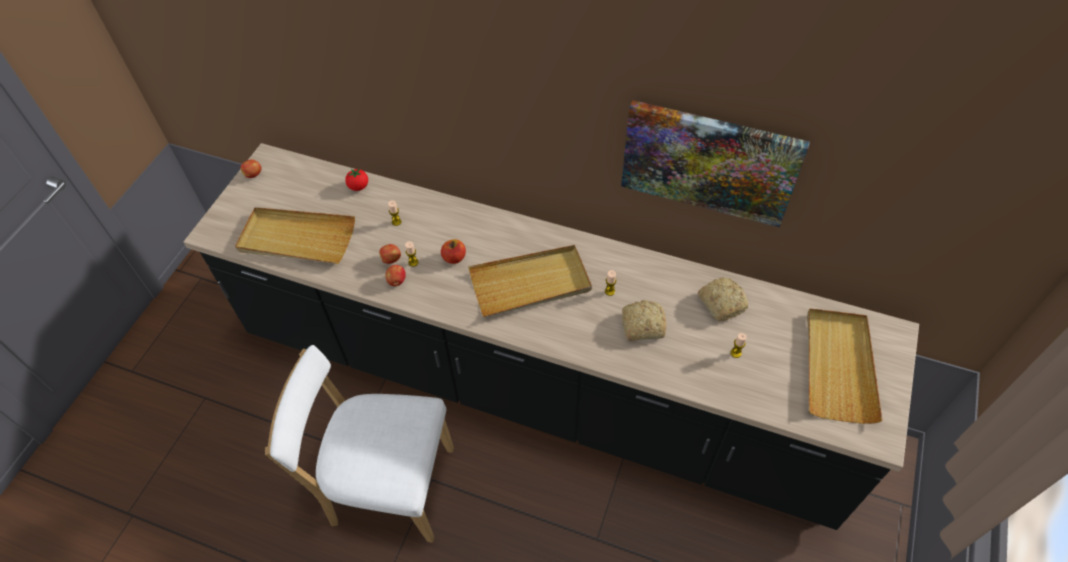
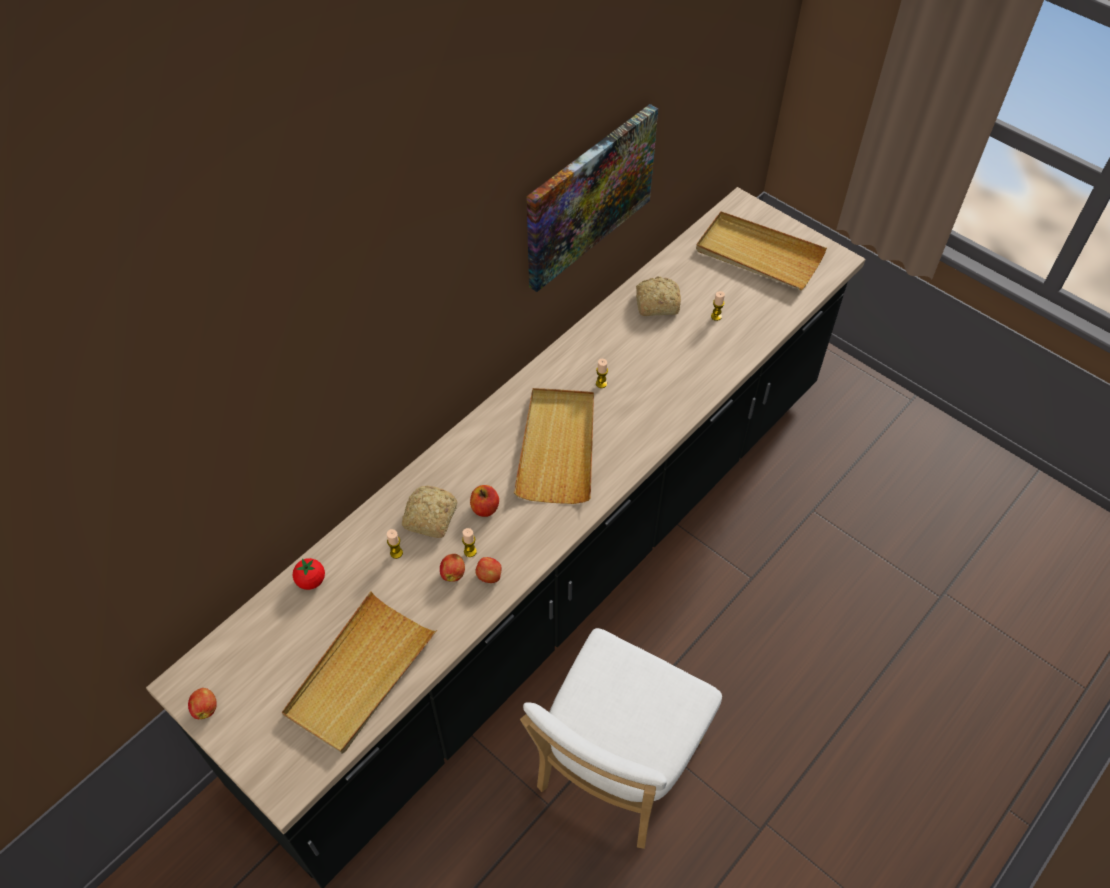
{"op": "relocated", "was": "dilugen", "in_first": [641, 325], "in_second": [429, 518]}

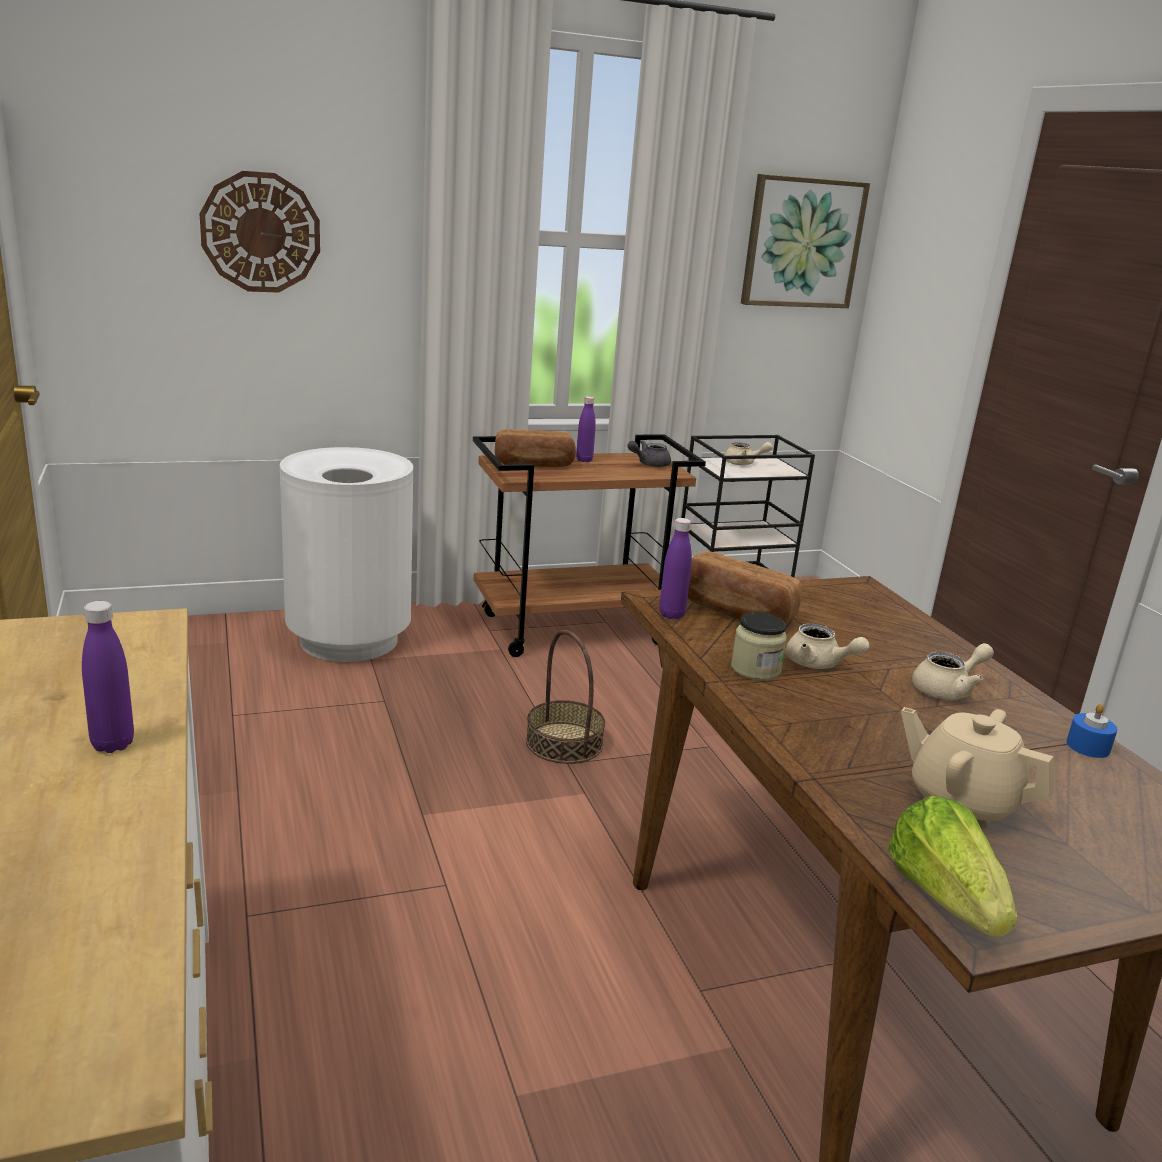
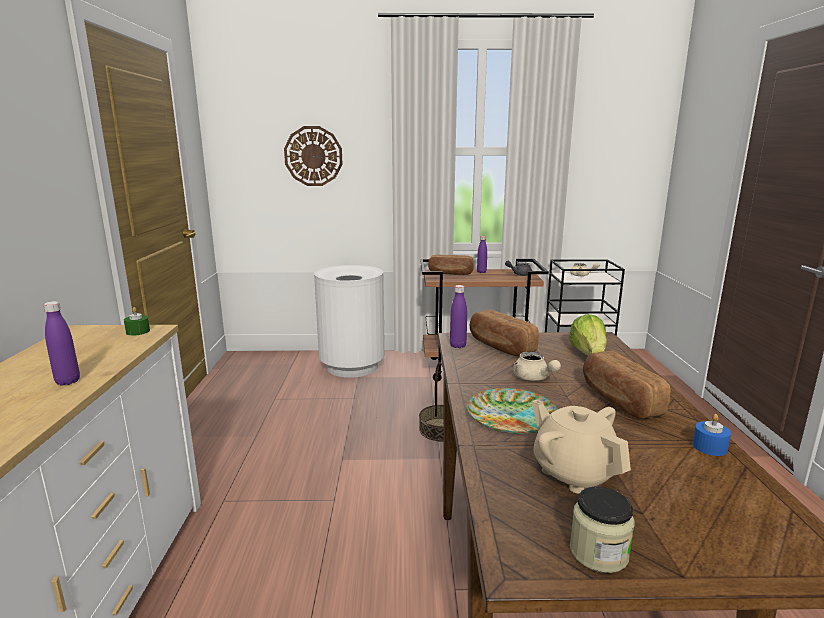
{"op": "relocated", "was": "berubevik", "in_first": [755, 669], "in_second": [598, 552]}
{"op": "missing", "was": "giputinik", "in_first": [802, 243]}
{"op": "relocated", "was": "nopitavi", "in_first": [944, 898], "in_second": [588, 354]}
{"op": "exchanged", "was": "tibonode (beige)", "now": "dilugen", "in_first": [948, 689], "in_second": [619, 400]}
{"op": "appeared", "now": "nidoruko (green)", "in_second": [138, 331]}
{"op": "appeared", "now": "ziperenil", "in_second": [511, 416]}

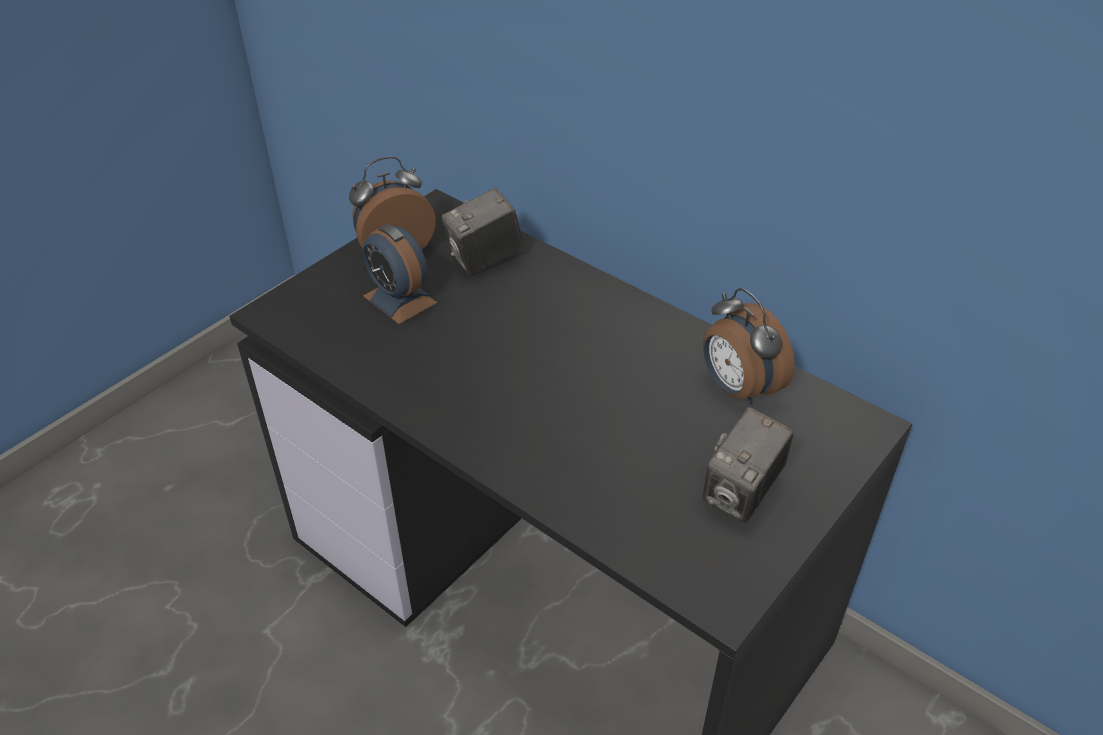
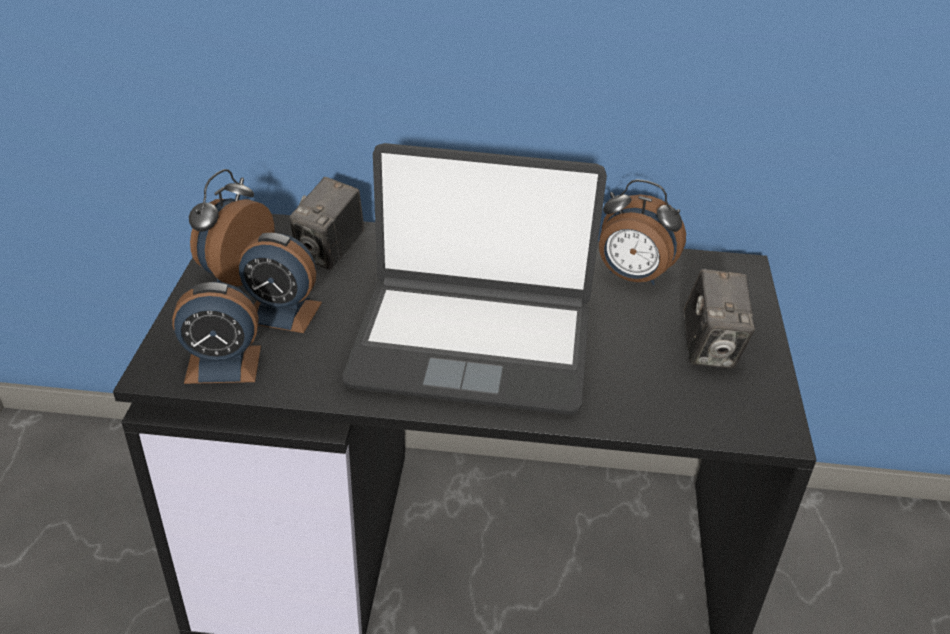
{"op": "appeared", "now": "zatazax", "in_second": [223, 364]}
{"op": "appeared", "now": "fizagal", "in_second": [472, 344]}

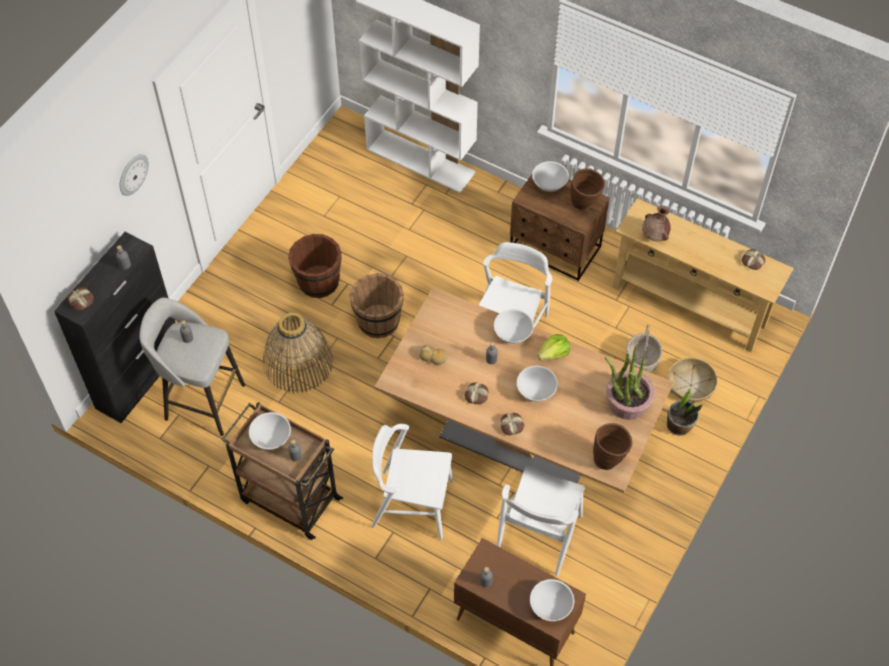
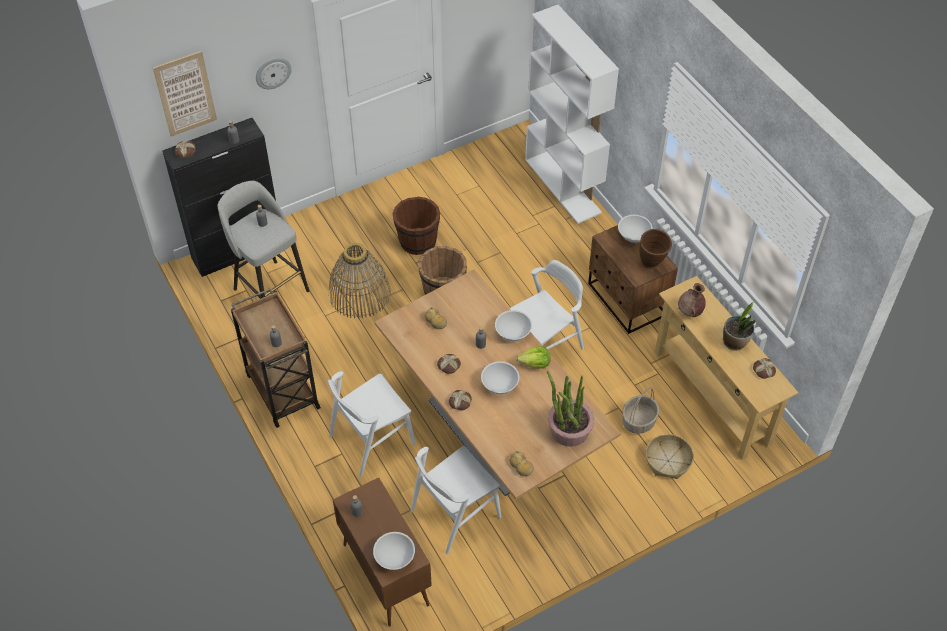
{"op": "missing", "was": "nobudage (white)", "in_first": [271, 438]}
{"op": "spun", "was": "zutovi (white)", "in_first": [412, 504], "in_second": [371, 440], "clockwise": -75}
{"op": "exchanged", "was": "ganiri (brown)", "now": "dilugen", "in_first": [609, 459], "in_second": [521, 466]}
{"op": "relocated", "was": "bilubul", "in_first": [679, 426], "in_second": [735, 342]}
{"op": "appeared", "now": "giputinik", "in_second": [185, 94]}

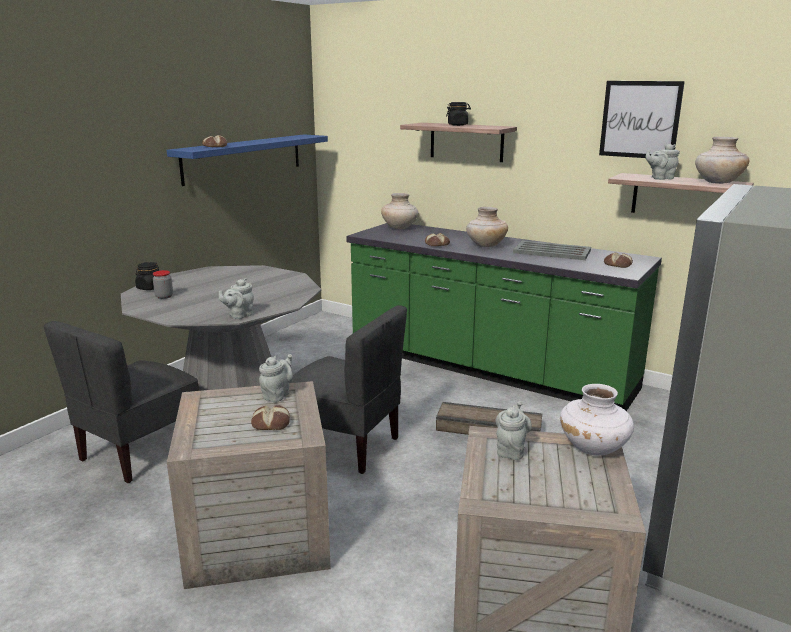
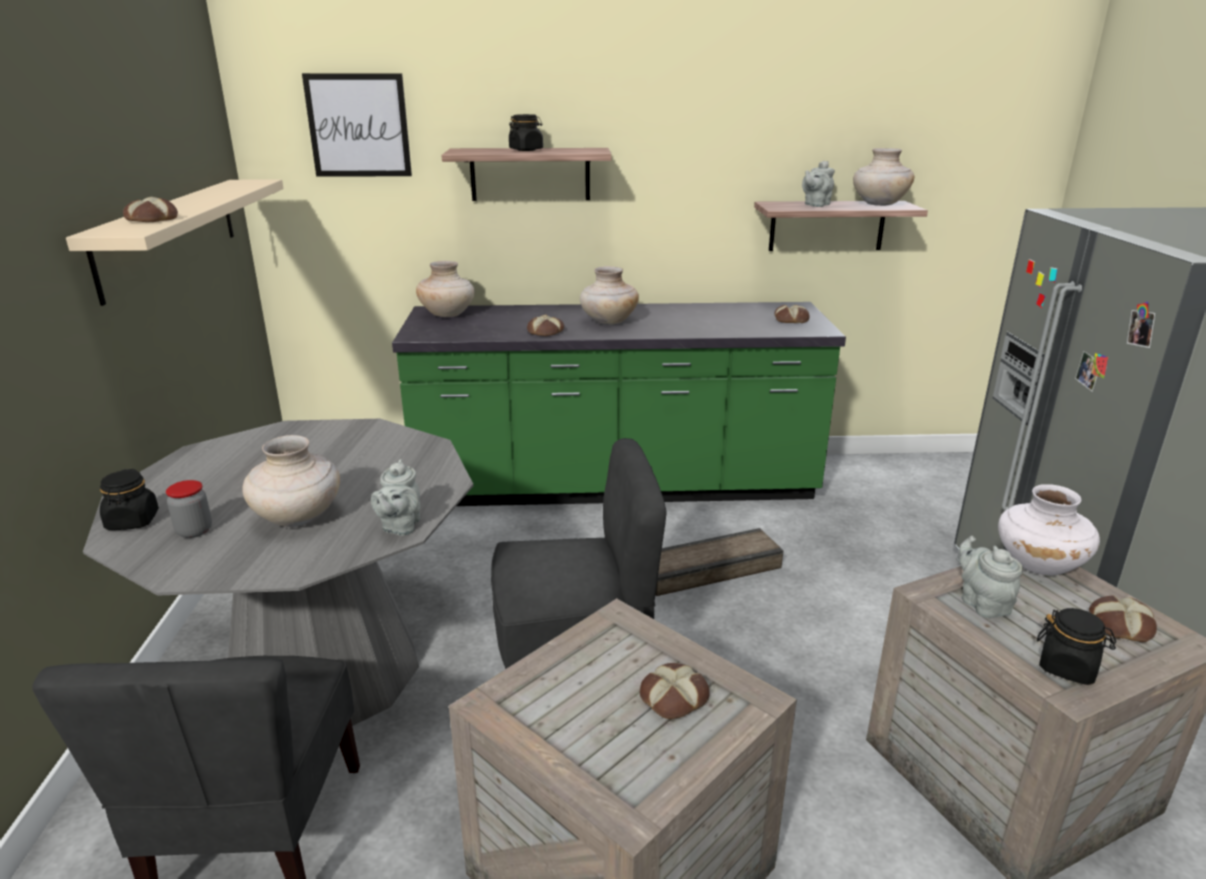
{"op": "colour", "was": "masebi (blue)", "now": "masebi (beige)", "in_first": [244, 158], "in_second": [170, 234]}
{"op": "missing", "was": "tibonode (grey)", "in_first": [277, 395]}
{"op": "missing", "was": "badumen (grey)", "in_first": [551, 251]}
{"op": "relocated", "was": "giputinik", "in_first": [640, 119], "in_second": [358, 126]}
{"op": "appeared", "now": "ganiri (beige)", "in_second": [298, 518]}
{"op": "appeared", "now": "berubevik (black)", "in_second": [1067, 667]}
{"op": "appeared", "now": "dilugen", "in_second": [1119, 625]}

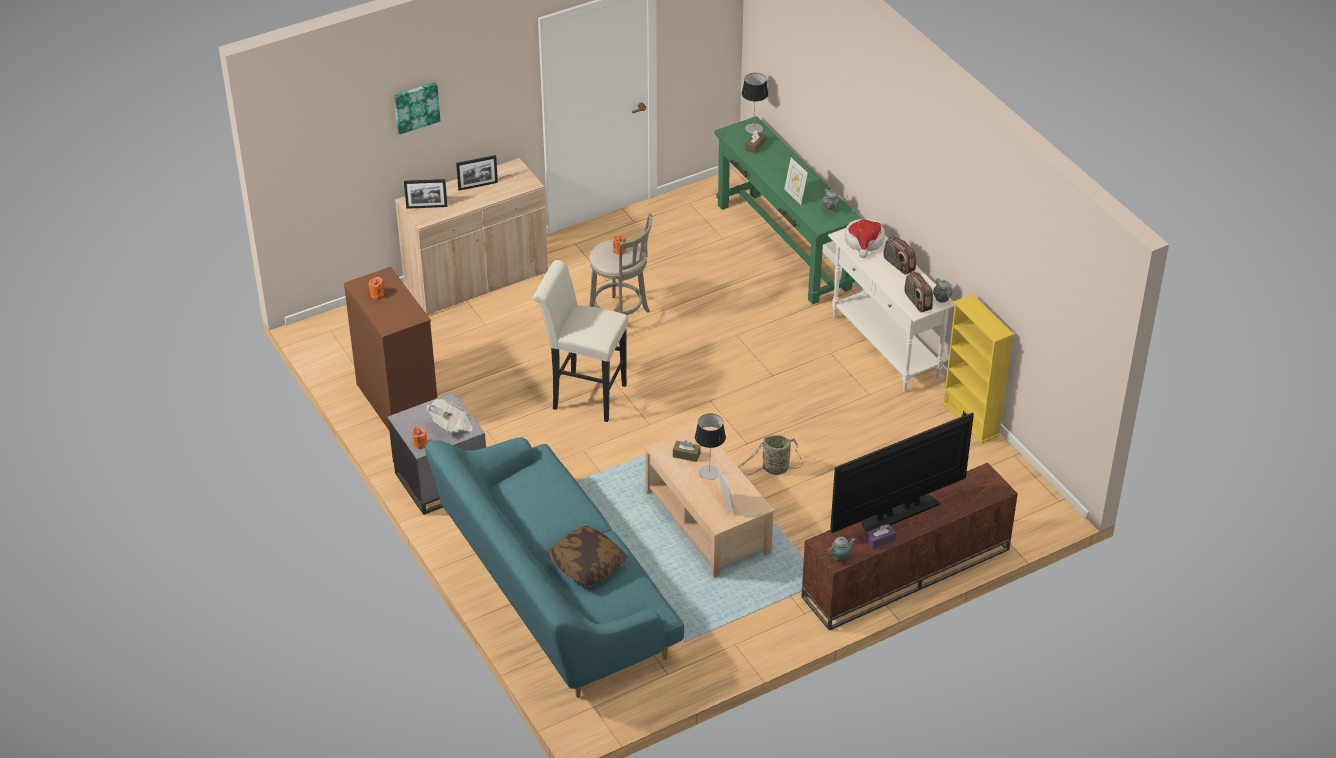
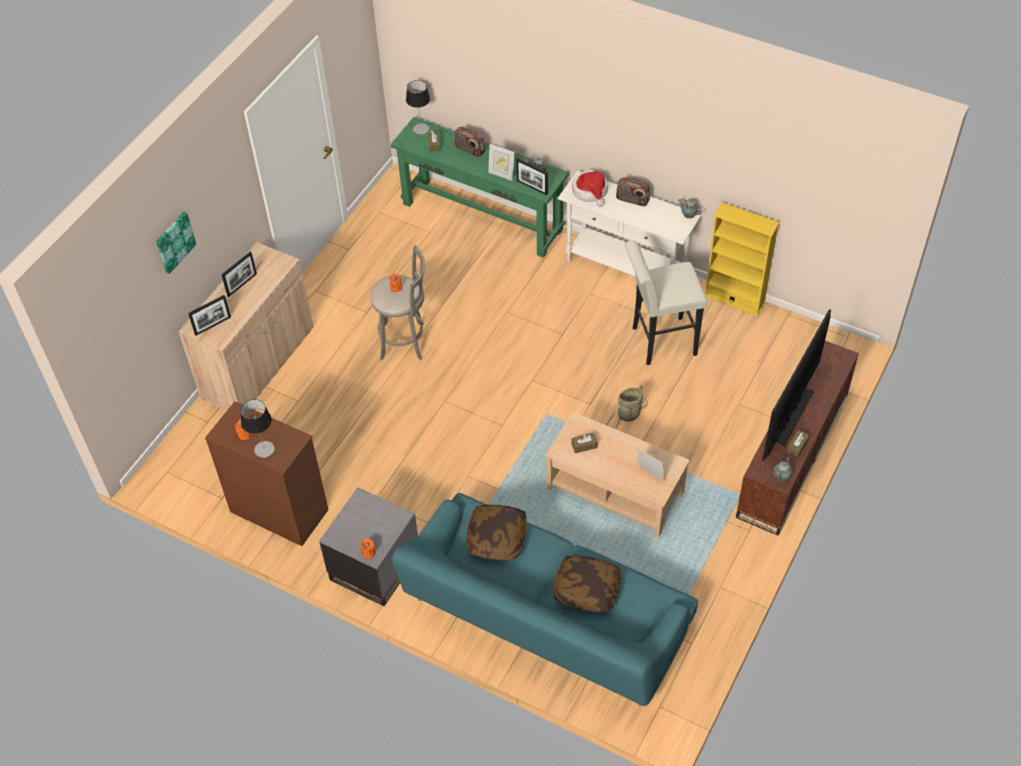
{"op": "missing", "was": "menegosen", "in_first": [451, 425]}
{"op": "relocated", "was": "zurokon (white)", "in_first": [583, 395], "in_second": [659, 342]}
{"op": "relocated", "was": "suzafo", "in_first": [709, 472], "in_second": [264, 449]}
{"op": "colour", "was": "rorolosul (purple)", "now": "rorolosul (brown)", "in_first": [880, 540], "in_second": [797, 446]}
{"op": "relocated", "was": "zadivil", "in_first": [917, 301], "in_second": [470, 150]}
{"op": "appeared", "now": "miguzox", "in_second": [497, 538]}
{"op": "appeared", "now": "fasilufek", "in_second": [532, 187]}

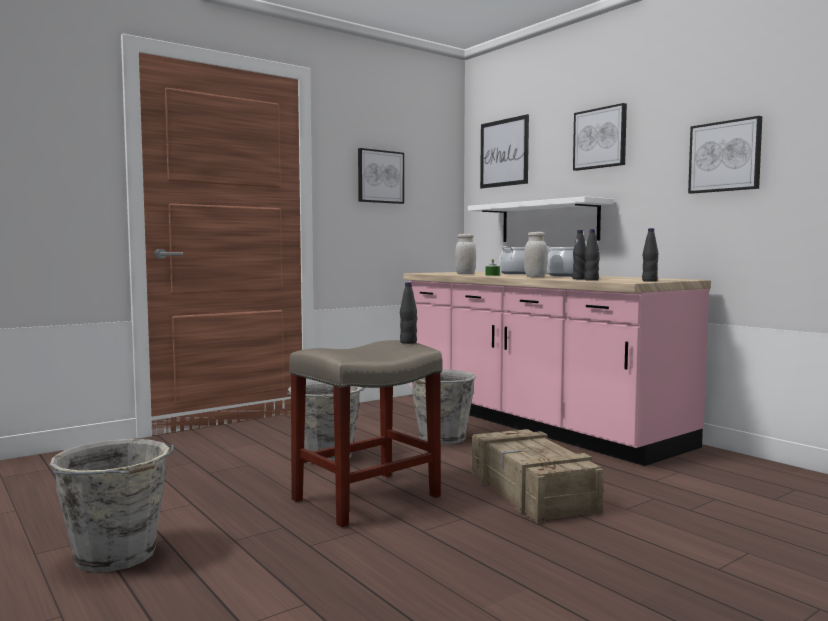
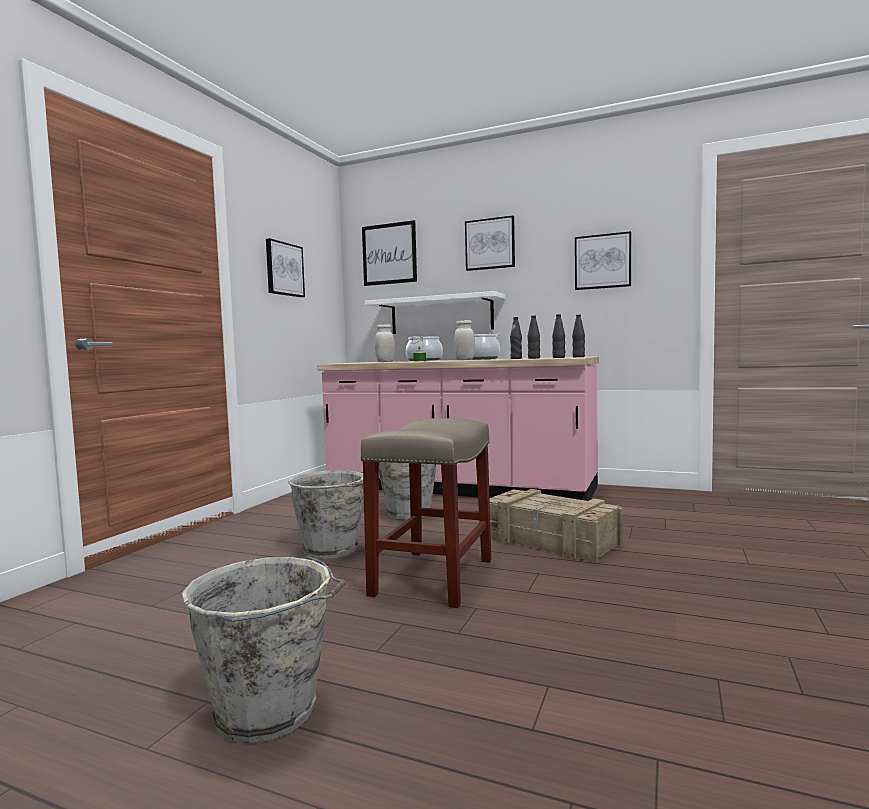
{"op": "relocated", "was": "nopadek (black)", "in_first": [408, 342], "in_second": [558, 358]}

